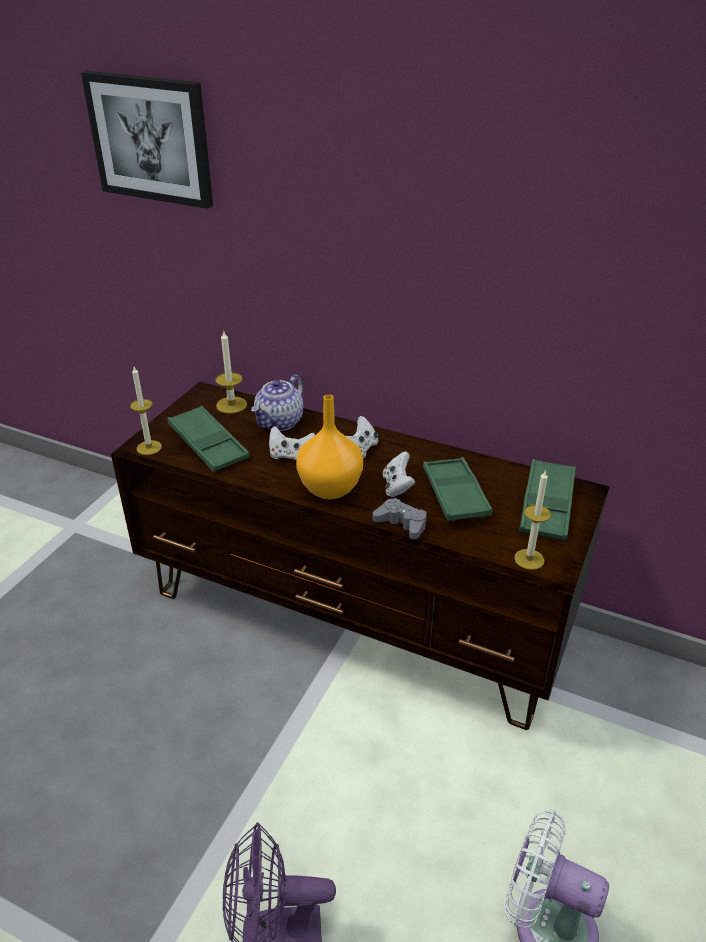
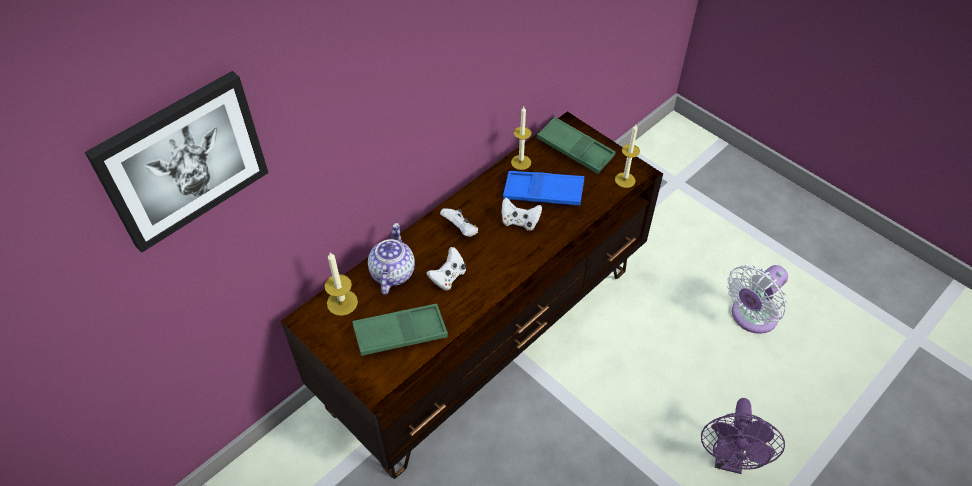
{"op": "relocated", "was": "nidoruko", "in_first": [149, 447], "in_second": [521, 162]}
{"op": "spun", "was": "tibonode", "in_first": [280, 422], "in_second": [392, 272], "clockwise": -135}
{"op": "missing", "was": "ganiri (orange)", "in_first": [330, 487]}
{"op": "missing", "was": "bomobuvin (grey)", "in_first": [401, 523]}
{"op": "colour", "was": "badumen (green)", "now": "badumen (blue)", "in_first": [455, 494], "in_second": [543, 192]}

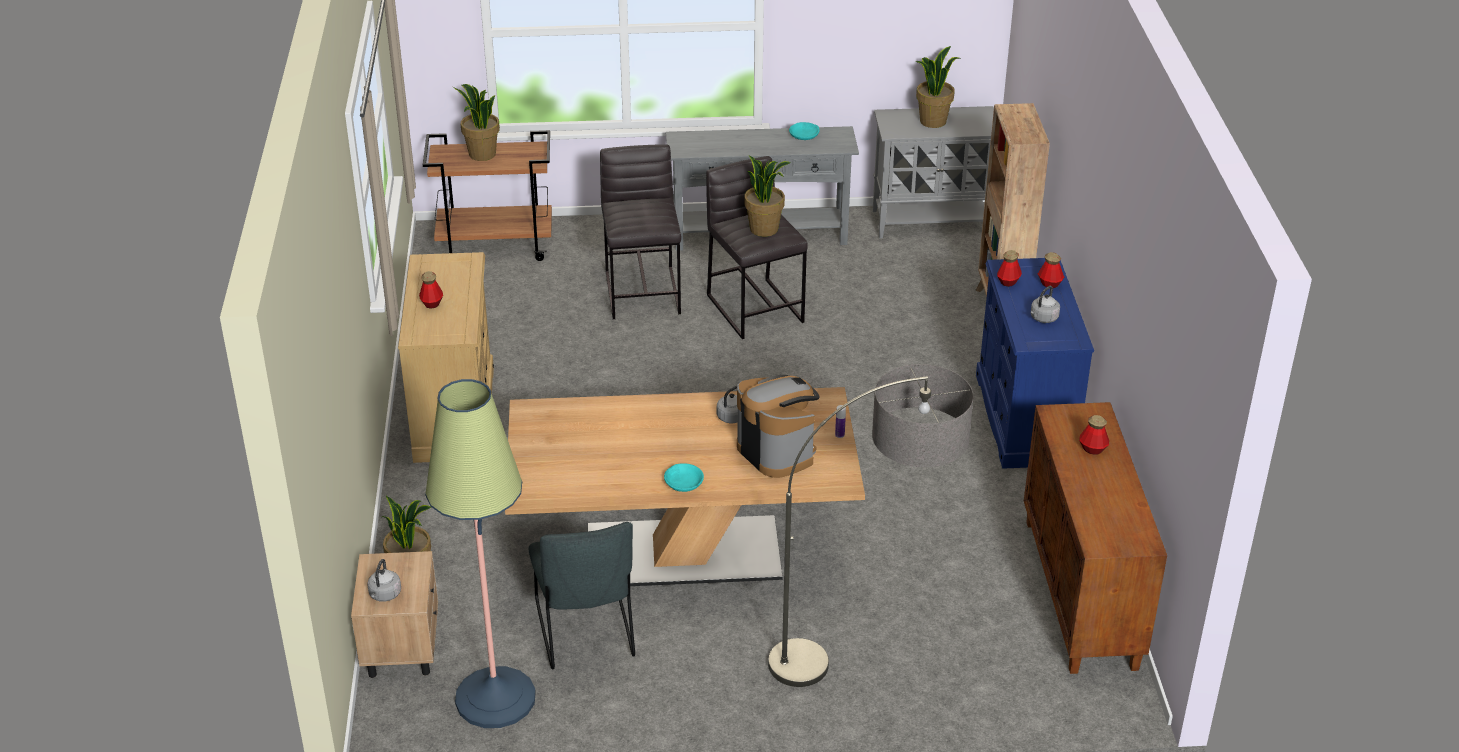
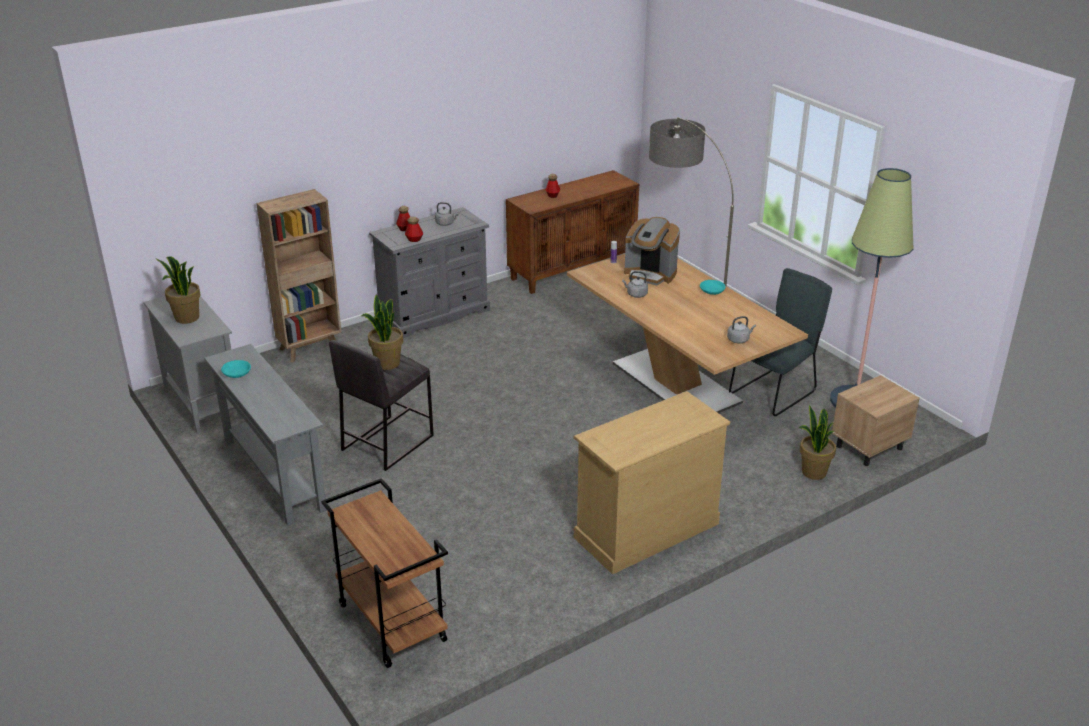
{"op": "relocated", "was": "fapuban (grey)", "in_first": [384, 595], "in_second": [739, 339]}
{"op": "missing", "was": "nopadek", "in_first": [432, 303]}
{"op": "missing", "was": "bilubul", "in_first": [482, 154]}
{"op": "missing", "was": "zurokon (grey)", "in_first": [643, 292]}
{"op": "spun", "was": "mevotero", "in_first": [776, 451], "in_second": [650, 274], "clockwise": -90}
{"op": "colour", "was": "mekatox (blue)", "now": "mekatox (grey)", "in_first": [1024, 419], "in_second": [434, 314]}

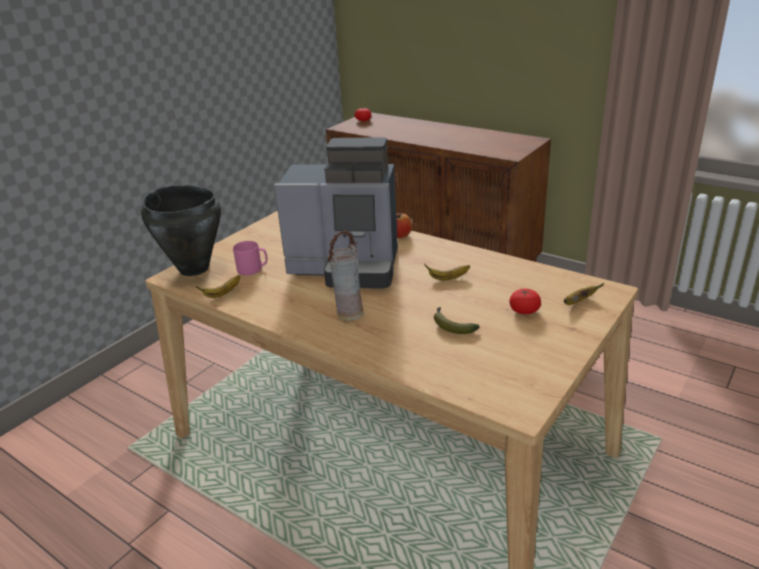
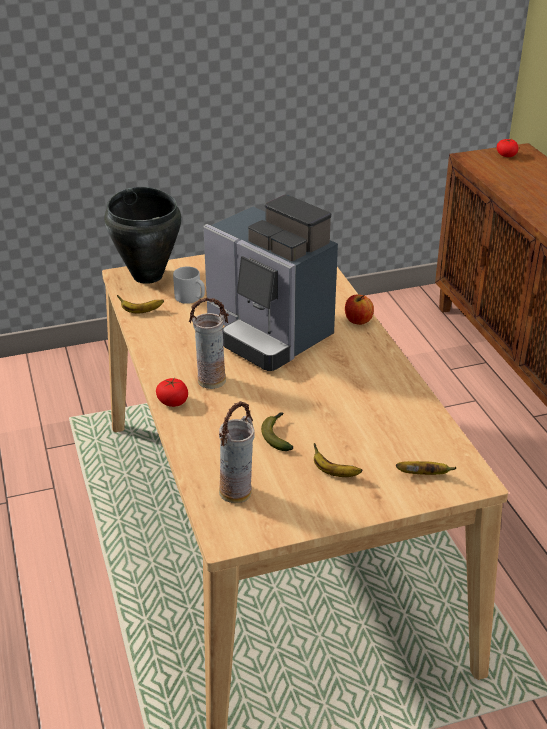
{"op": "colour", "was": "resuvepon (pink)", "now": "resuvepon (grey)", "in_first": [253, 269], "in_second": [190, 298]}
{"op": "relocated", "was": "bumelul", "in_first": [448, 278], "in_second": [334, 473]}
{"op": "relocated", "was": "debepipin", "in_first": [524, 310], "in_second": [173, 401]}
{"op": "appeared", "now": "ganiri", "in_second": [237, 493]}

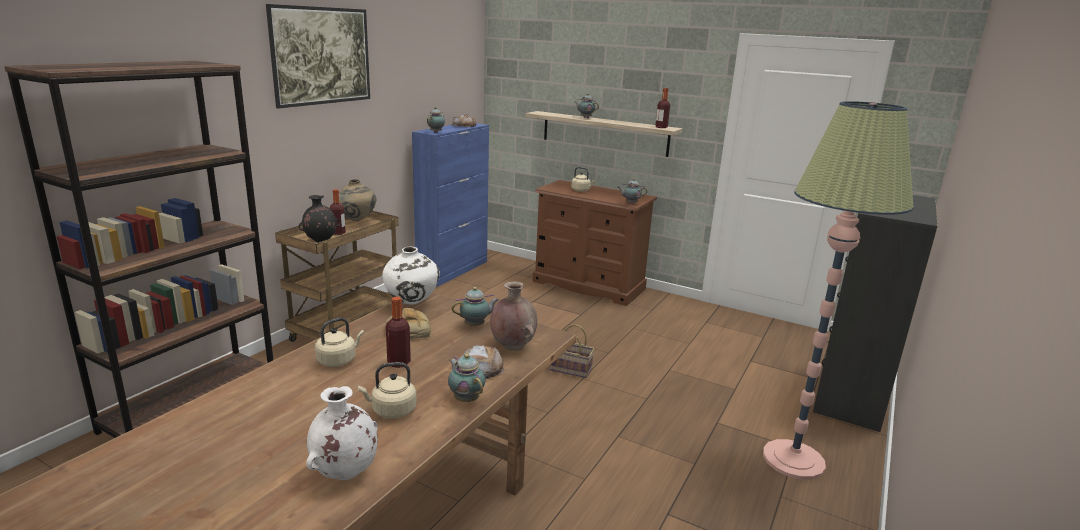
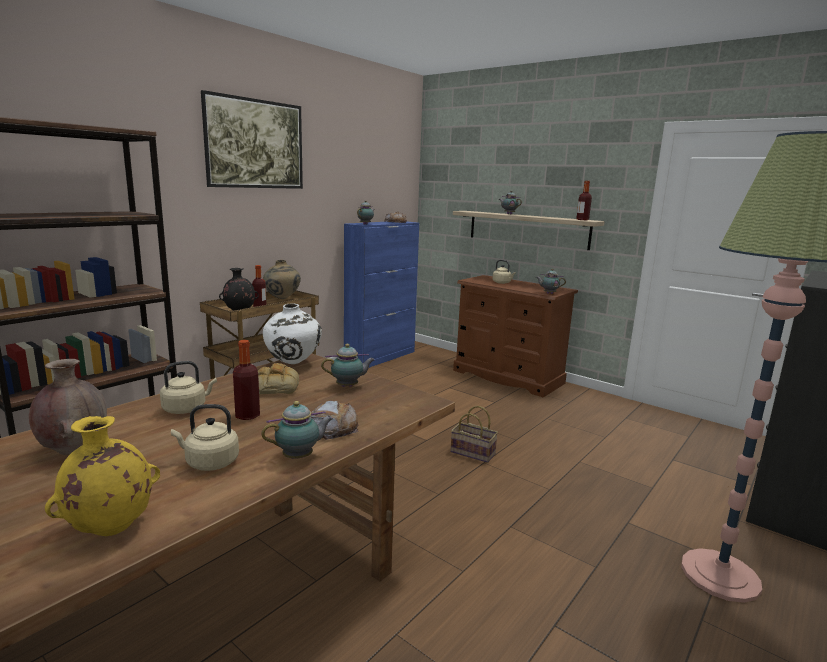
{"op": "colour", "was": "ganiri (white)", "now": "ganiri (yellow)", "in_first": [345, 474], "in_second": [110, 528]}
{"op": "spun", "was": "tibonode", "in_first": [466, 399], "in_second": [300, 457], "clockwise": 90}
{"op": "relocated", "was": "ganiri (brown)", "in_first": [512, 346], "in_second": [74, 449]}

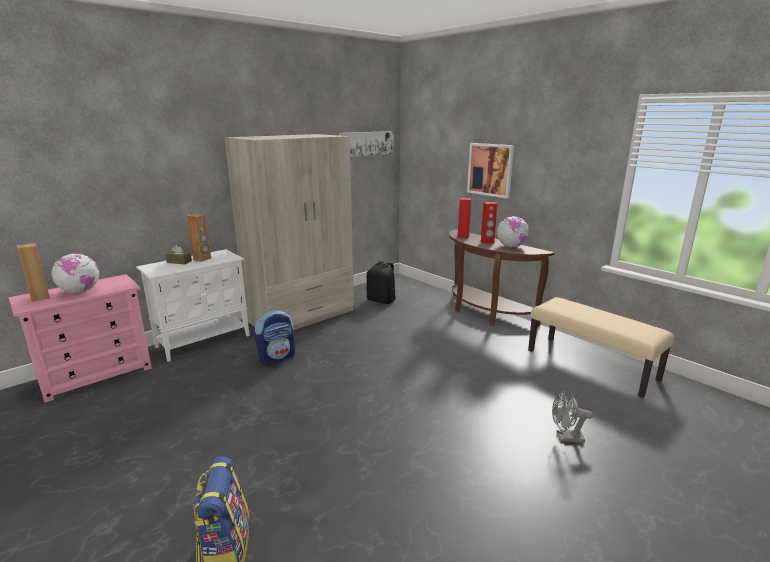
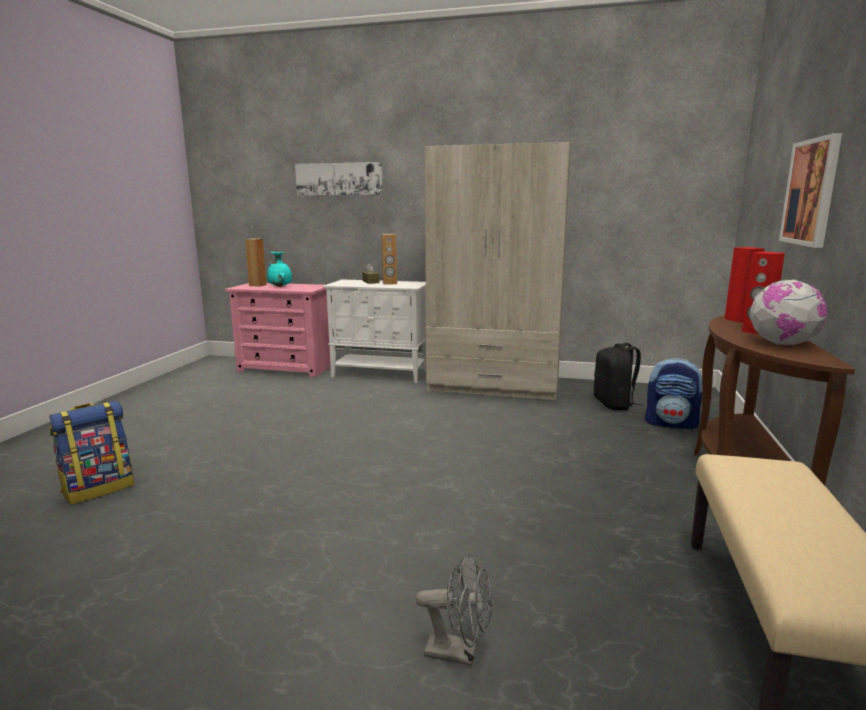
{"op": "exchanged", "was": "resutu", "now": "ganiri (turquoise)", "in_first": [80, 291], "in_second": [280, 287]}
{"op": "relocated", "was": "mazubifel", "in_first": [277, 357], "in_second": [671, 423]}
{"op": "relocated", "was": "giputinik", "in_first": [366, 143], "in_second": [339, 179]}
{"op": "spun", "was": "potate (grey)", "in_first": [565, 438], "in_second": [459, 653], "clockwise": 135}

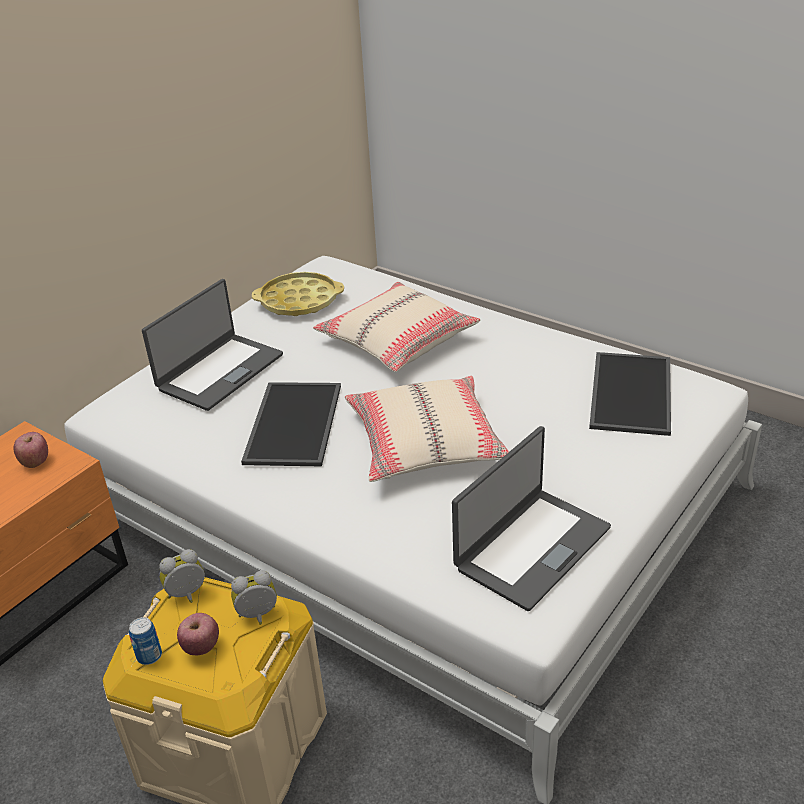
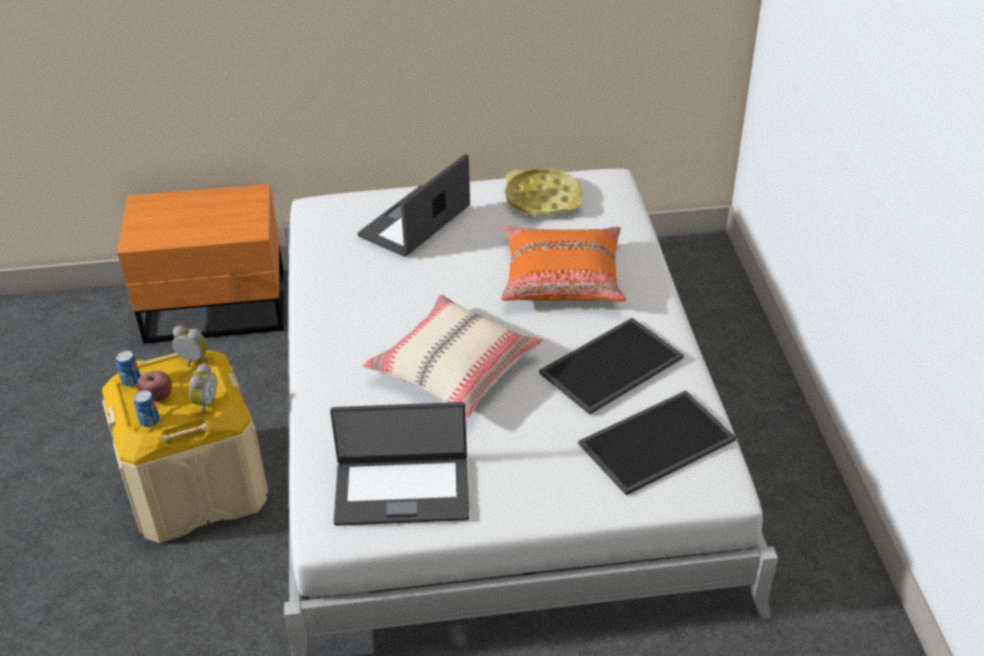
{"op": "missing", "was": "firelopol", "in_first": [35, 461]}
{"op": "spun", "was": "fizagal", "in_first": [219, 372], "in_second": [416, 223], "clockwise": 135}
{"op": "spun", "was": "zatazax", "in_first": [258, 616], "in_second": [204, 402], "clockwise": 75}
{"op": "relocated", "was": "badumen", "in_first": [292, 423], "in_second": [611, 364]}
{"op": "colour", "was": "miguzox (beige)", "now": "miguzox (orange)", "in_first": [397, 340], "in_second": [562, 277]}
{"op": "appeared", "now": "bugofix", "in_second": [149, 421]}

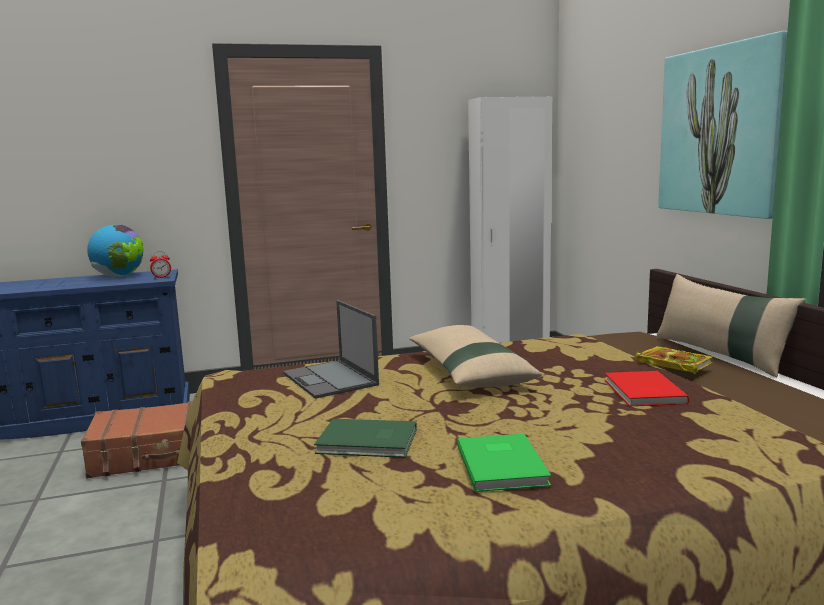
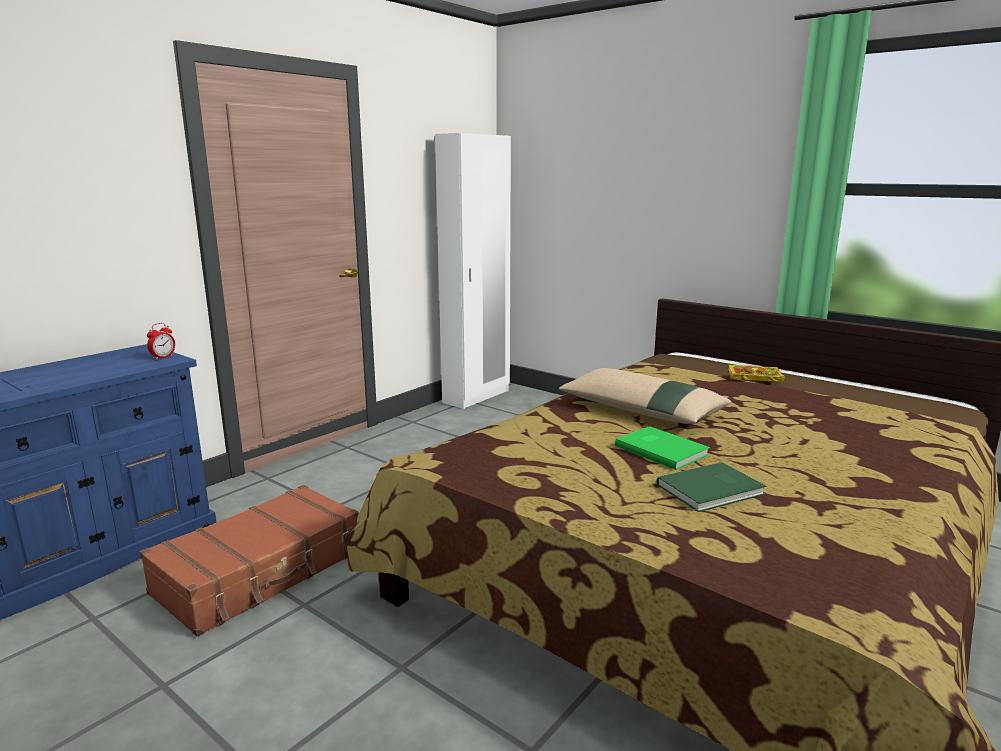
{"op": "missing", "was": "resutu", "in_first": [119, 276]}
{"op": "missing", "was": "fizagal", "in_first": [330, 379]}
{"op": "relocated", "was": "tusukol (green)", "in_first": [503, 464], "in_second": [661, 449]}
{"op": "missing", "was": "tusukol (red)", "in_first": [642, 392]}
{"op": "missing", "was": "miguzox (beige)", "in_first": [720, 355]}
{"op": "missing", "was": "giputinik", "in_first": [721, 131]}

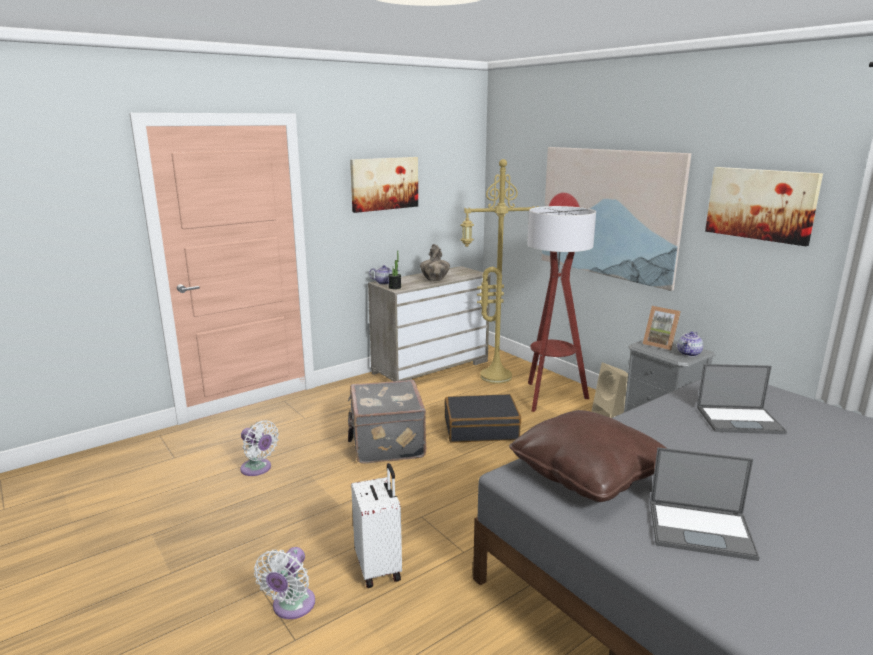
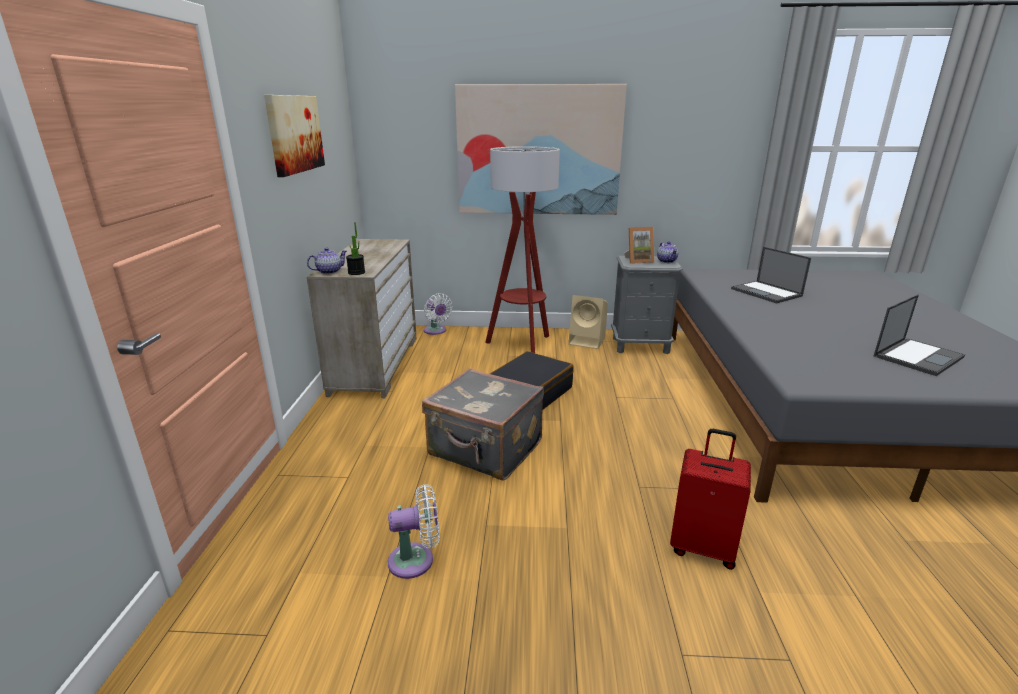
{"op": "relocated", "was": "potate (white)", "in_first": [291, 607], "in_second": [436, 331]}
{"op": "colour", "was": "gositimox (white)", "now": "gositimox (red)", "in_first": [379, 567], "in_second": [703, 547]}
{"op": "missing", "was": "ganiri", "in_first": [434, 280]}
{"op": "missing", "was": "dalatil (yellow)", "in_first": [496, 376]}
{"op": "missing", "was": "miguzox (brown)", "in_first": [587, 473]}
{"op": "spun", "was": "fizagal", "in_first": [740, 420], "in_second": [767, 292], "clockwise": 105}
{"op": "missing", "was": "giputinik", "in_first": [761, 204]}

